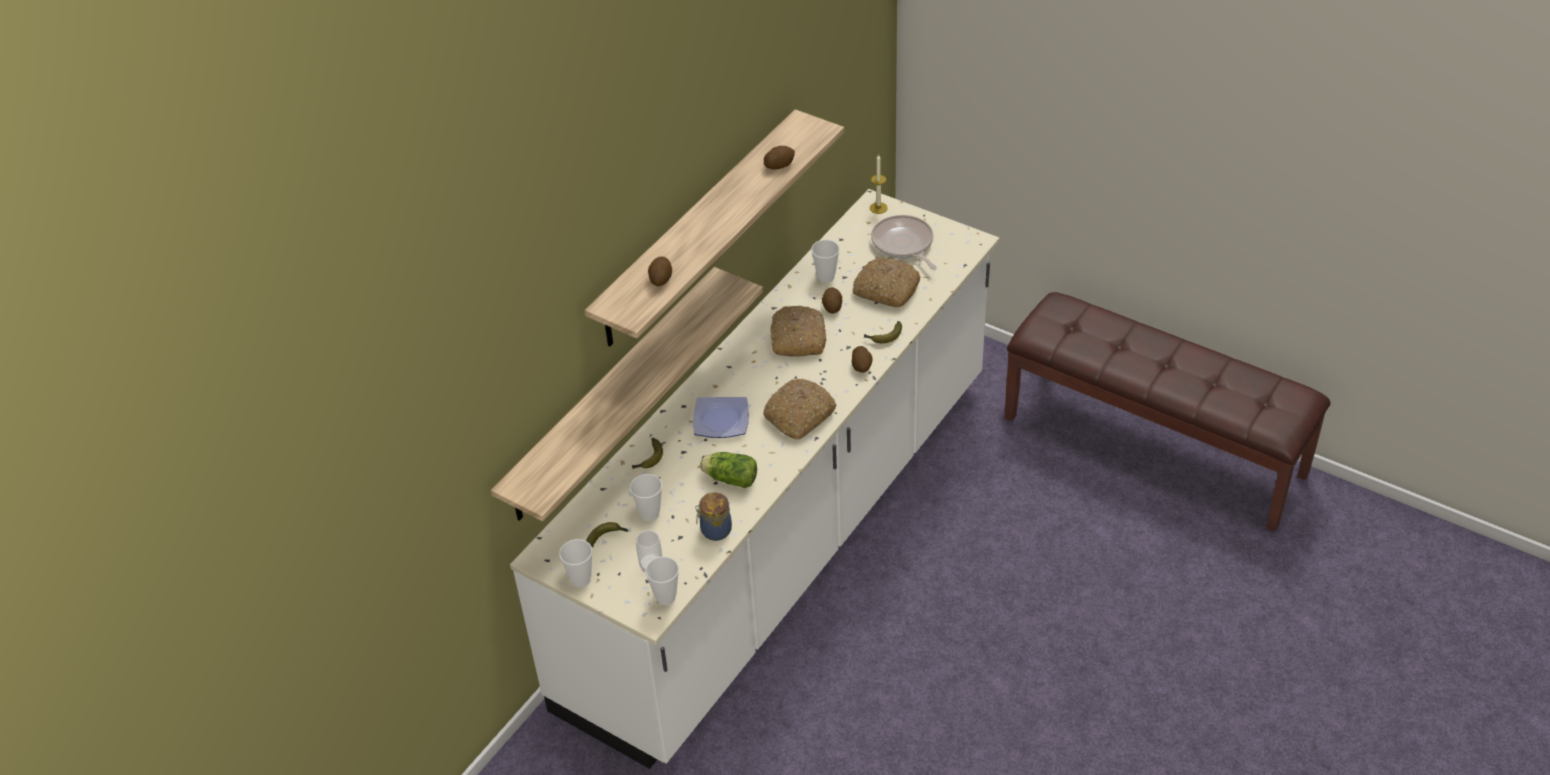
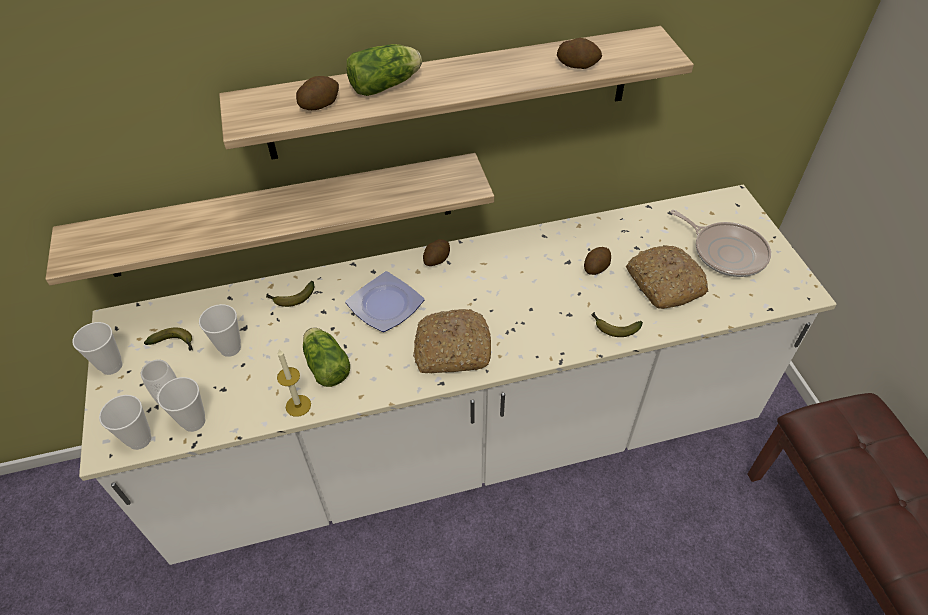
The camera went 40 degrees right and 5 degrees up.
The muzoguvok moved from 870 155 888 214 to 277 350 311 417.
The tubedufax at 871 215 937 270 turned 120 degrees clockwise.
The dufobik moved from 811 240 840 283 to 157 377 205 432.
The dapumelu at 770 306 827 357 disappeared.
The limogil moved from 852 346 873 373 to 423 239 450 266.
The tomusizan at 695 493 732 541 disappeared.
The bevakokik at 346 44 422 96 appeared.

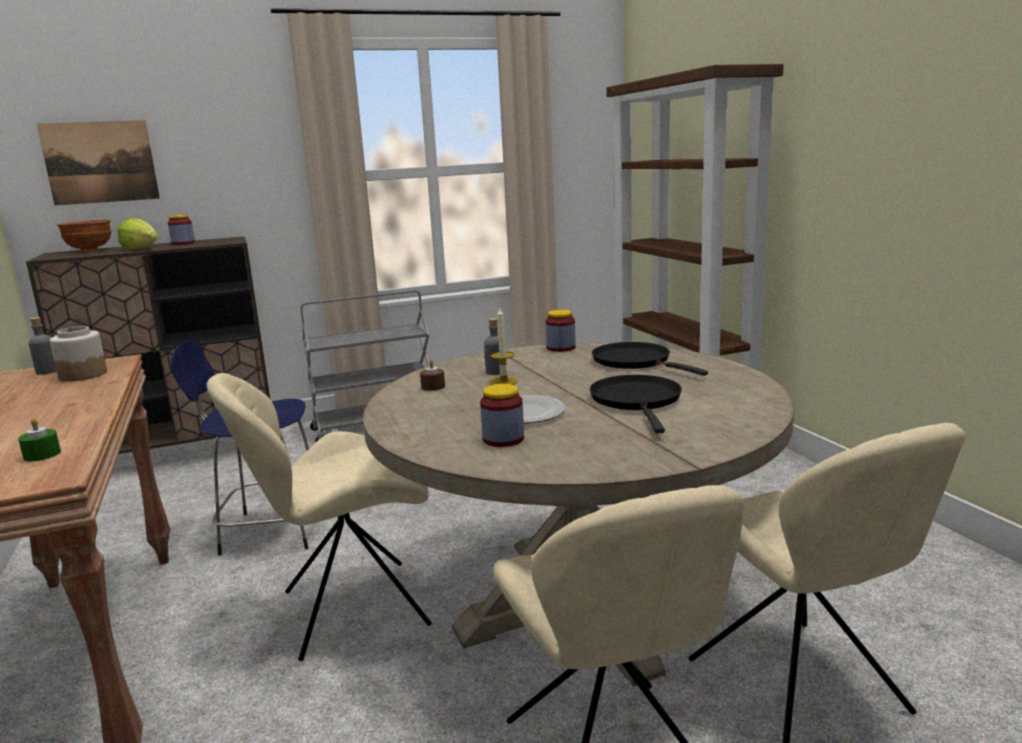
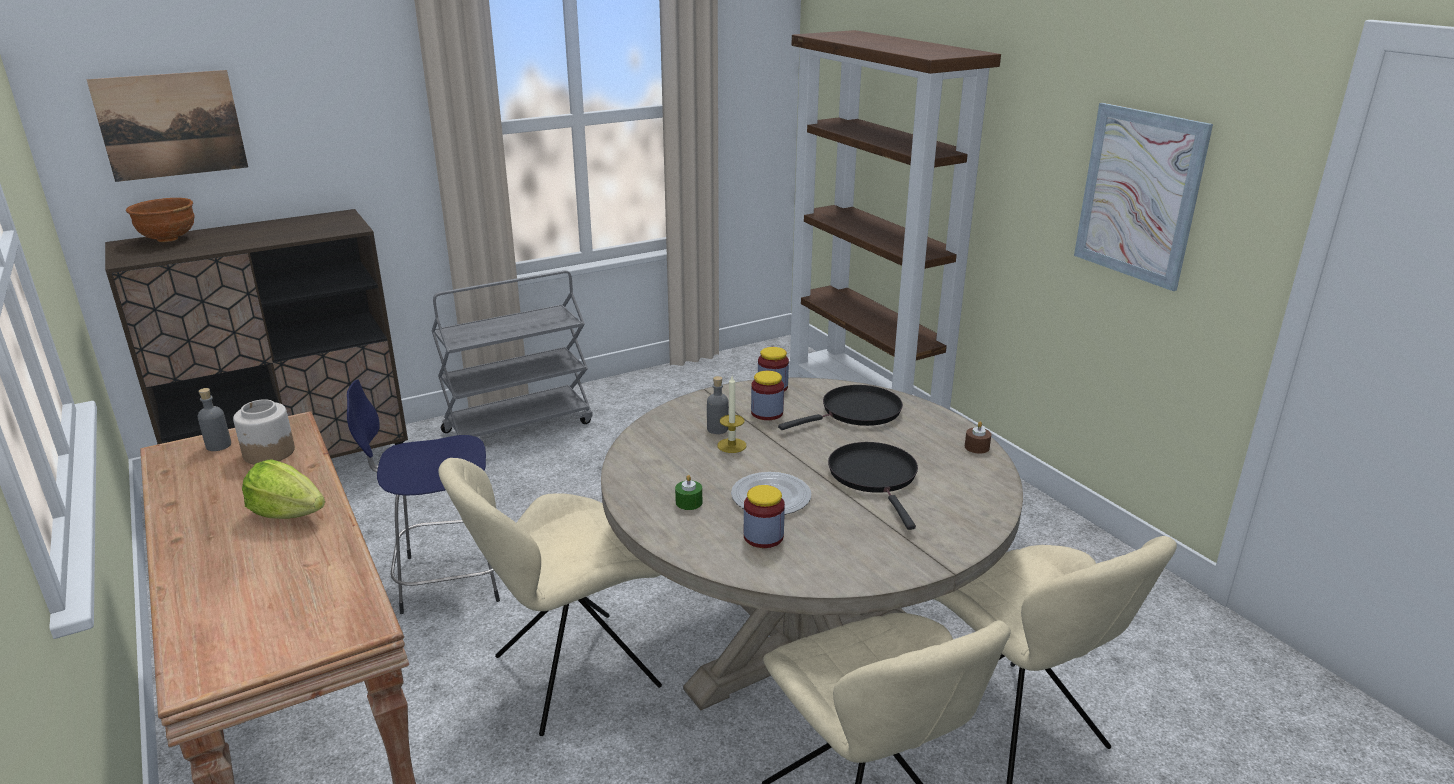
The camera went 10 degrees left and 10 degrees up.
The tomusizan moved from 168 215 195 245 to 751 371 784 420.
The bevakokik moved from 117 218 158 250 to 242 459 325 519.
The tubedufax (black) at 592 342 708 376 turned 105 degrees clockwise.
The muzoguvok (brown) moved from 420 359 445 391 to 965 421 991 454.
The muzoguvok (green) moved from 18 418 61 461 to 675 475 702 510.
The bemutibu at 1074 103 1213 291 appeared.

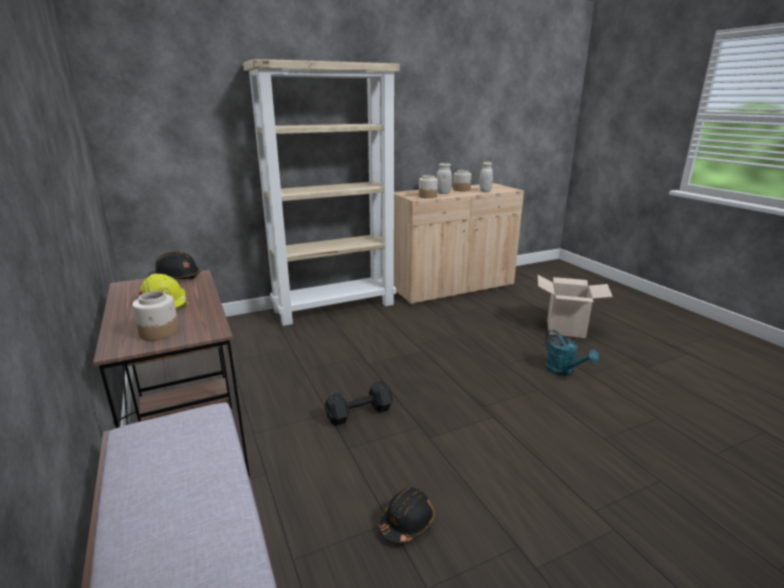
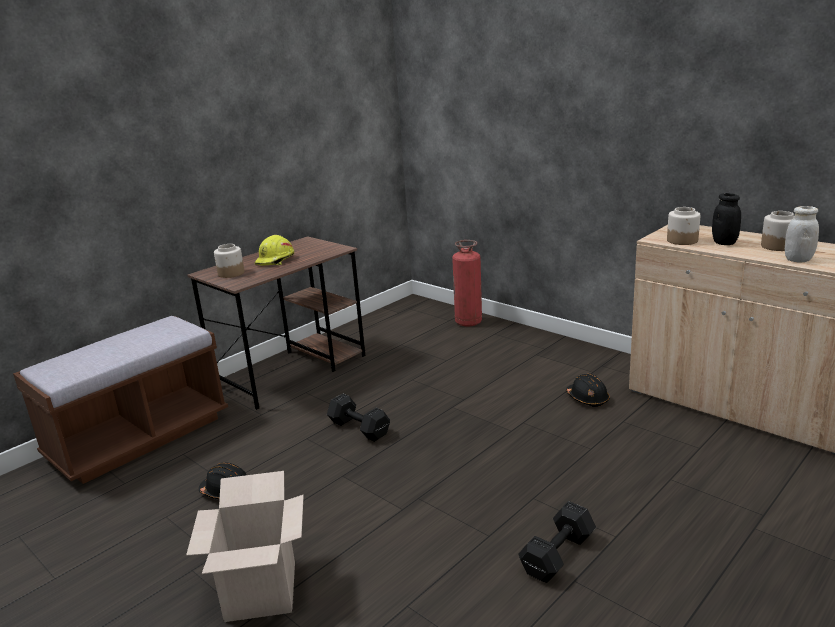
The camera went 70 degrees right and 0 degrees up.
The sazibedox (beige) at 243 59 400 326 disappeared.
The tomusizan (white) at 436 163 452 194 became the tomusizan (black) at 712 193 741 245.
The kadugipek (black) moved from 147 251 200 280 to 566 374 610 407.
The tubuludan moved from 538 275 613 338 to 186 471 304 622.
The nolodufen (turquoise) at 545 330 599 376 was replaced by the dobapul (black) at 518 501 596 583.
The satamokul at 452 240 482 327 appeared.

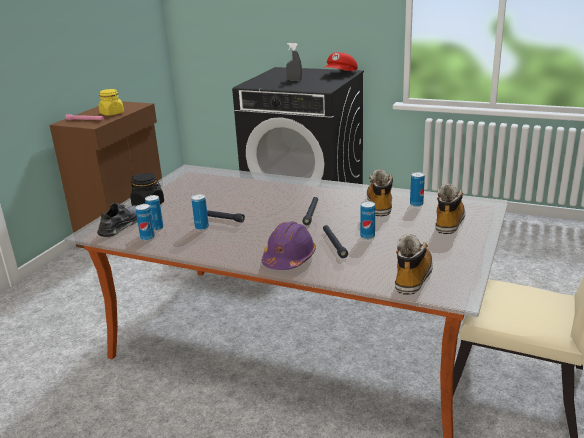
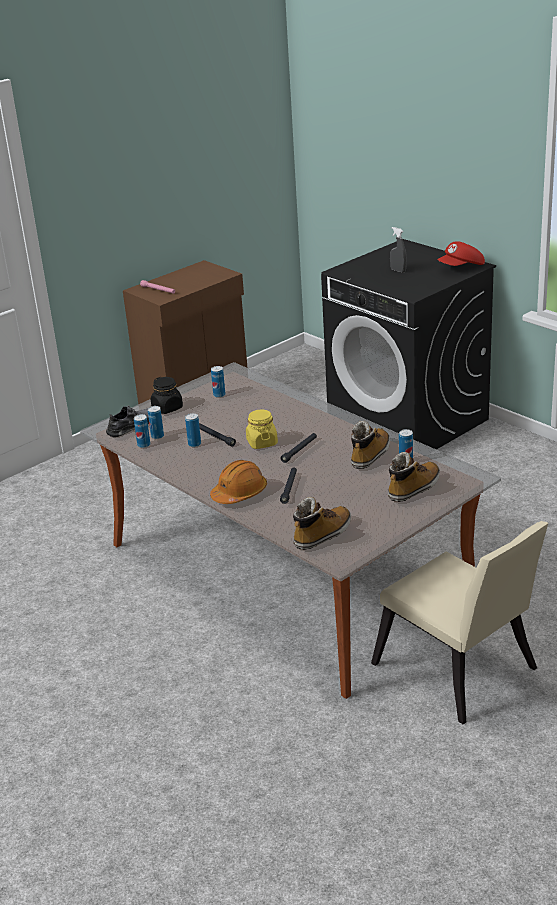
The camera went 25 degrees right and 5 degrees up.
The tomusizan (yellow) moved from 99 89 124 116 to 246 410 278 449.
The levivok moved from 360 201 375 239 to 211 366 225 398.
The kadugipek (purple) at 261 221 316 270 became the kadugipek (orange) at 210 460 267 504.

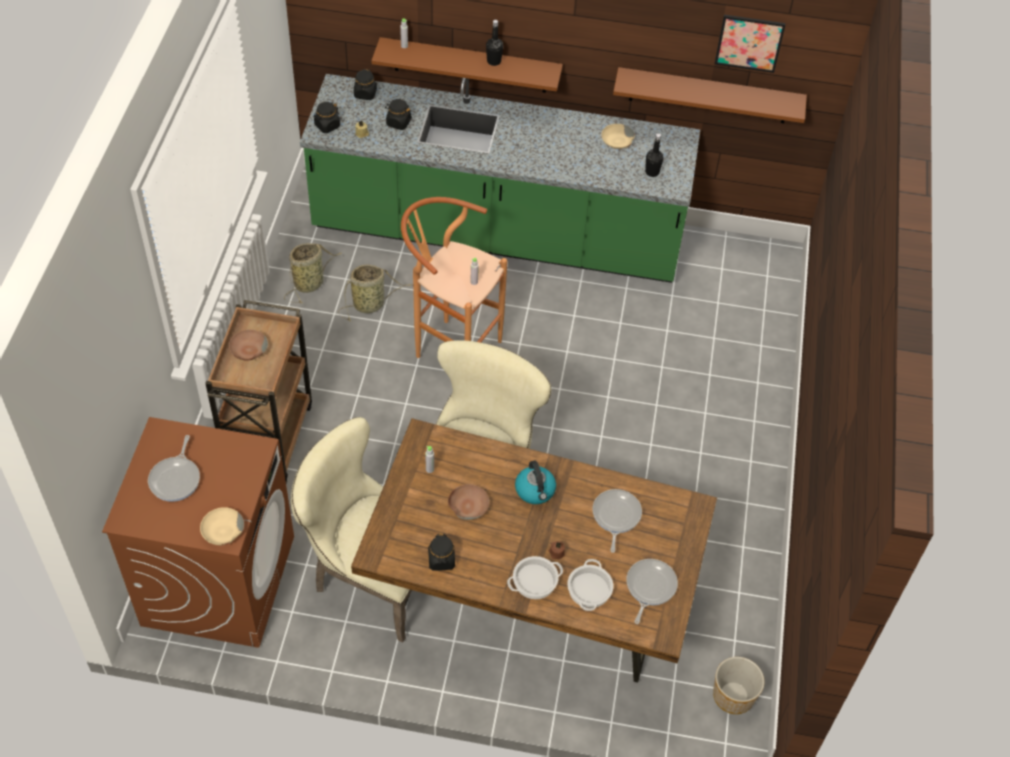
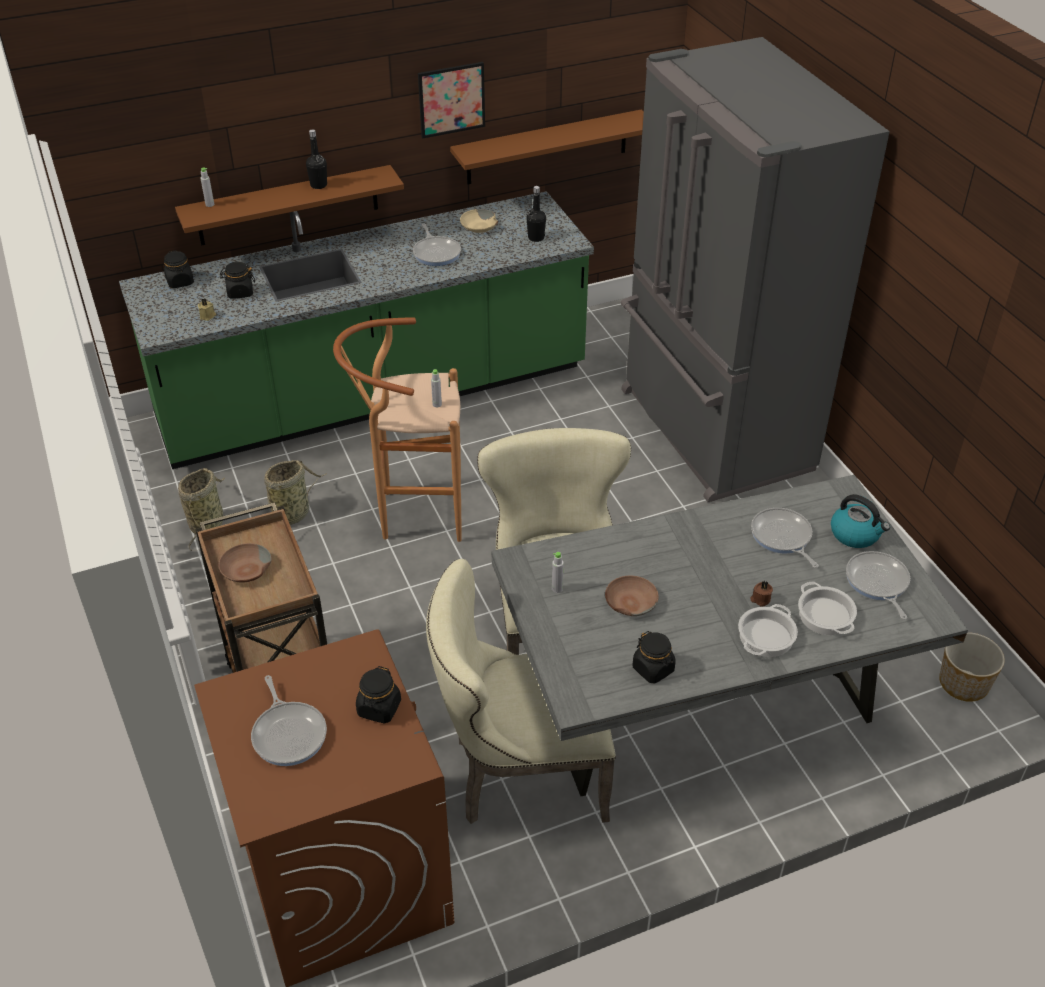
The camera went 30 degrees left and 10 degrees down.
The bemutibu moved from 715 15 786 73 to 418 62 485 138.
The tomusizan (black) moved from 313 102 340 133 to 356 666 401 723.
The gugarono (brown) at 351 418 717 682 became the gugarono (grey) at 491 475 968 796.
The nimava moved from 515 460 556 504 to 831 494 890 548.
The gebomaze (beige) at 200 507 244 545 disappeared.
The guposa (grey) at 621 37 890 502 appeared.
The tubedufax at 413 223 461 266 appeared.

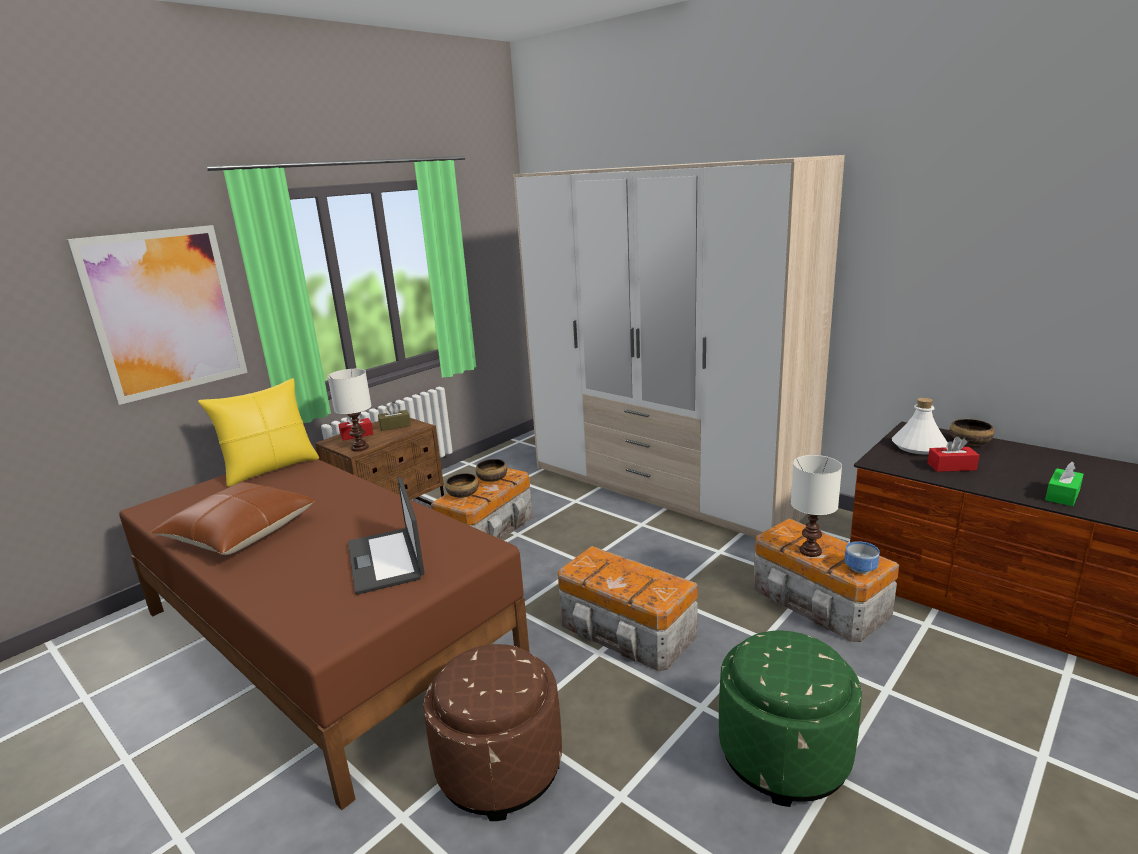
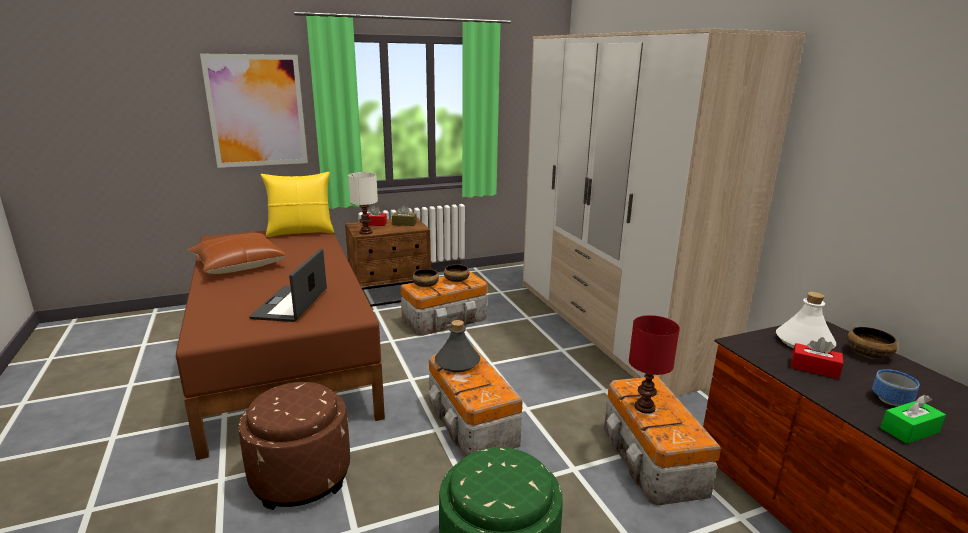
The camera went 25 degrees right and 0 degrees up.
The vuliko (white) at 791 455 842 557 became the vuliko (red) at 629 315 680 414.
The gebomaze moved from 844 541 879 573 to 872 369 919 406.
The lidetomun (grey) at 435 320 480 372 appeared.

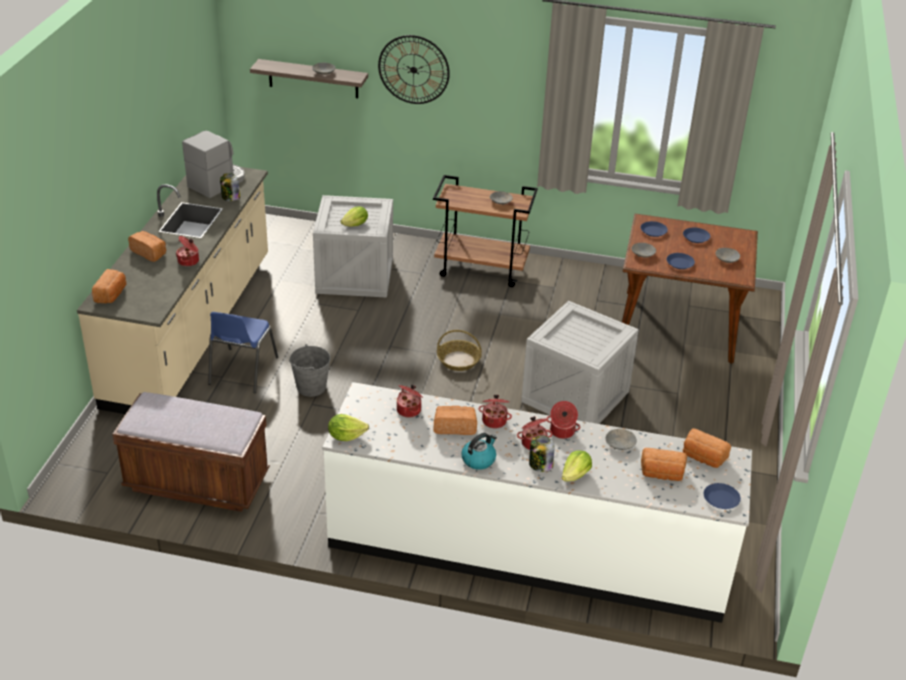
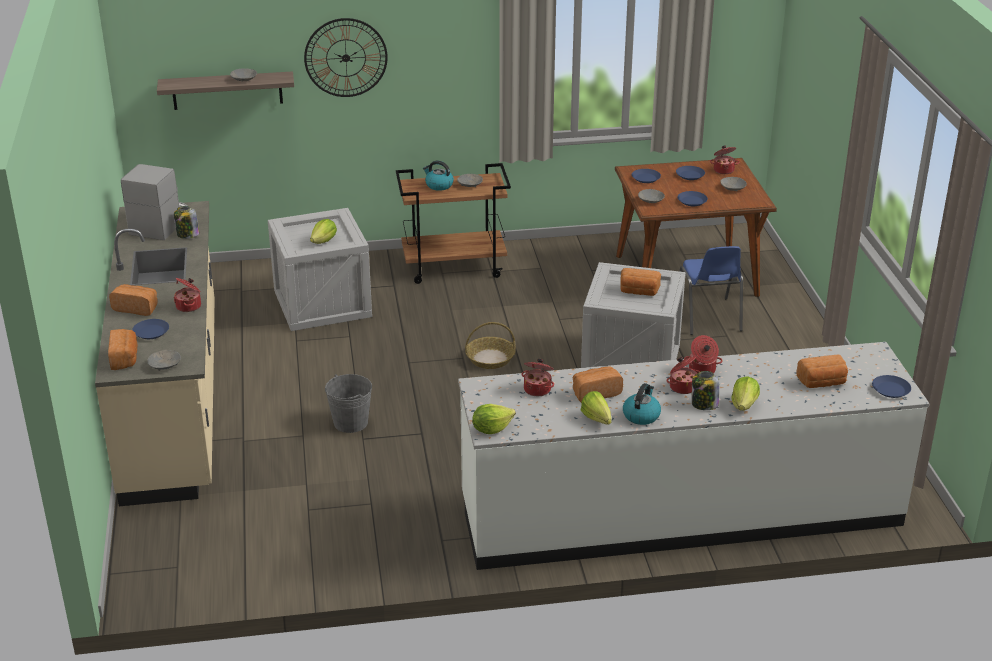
The camera went 20 degrees left and 5 degrees down.
The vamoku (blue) moved from 208 312 278 393 to 679 246 743 335.
The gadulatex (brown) at 112 392 270 512 disappeared.
The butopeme moved from 479 395 512 428 to 710 145 740 174.
The dapumelu moved from 683 428 731 468 to 620 268 661 296.
The gebomaze (grey) moved from 606 429 637 450 to 147 350 181 371.
The nimava at 423 160 454 191 appeared.
The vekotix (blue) at 132 319 169 339 appeared.
The bevakokik at 581 391 612 425 appeared.

